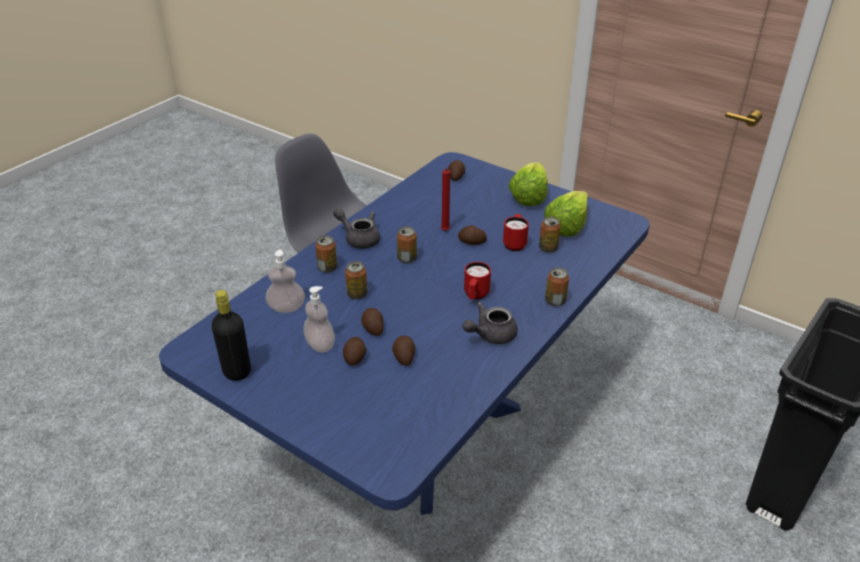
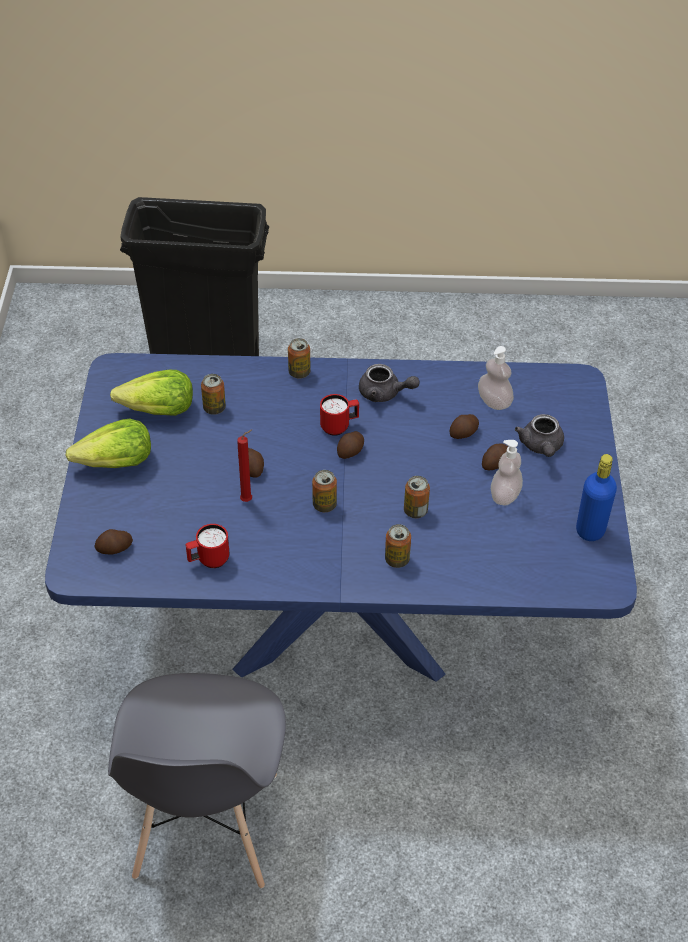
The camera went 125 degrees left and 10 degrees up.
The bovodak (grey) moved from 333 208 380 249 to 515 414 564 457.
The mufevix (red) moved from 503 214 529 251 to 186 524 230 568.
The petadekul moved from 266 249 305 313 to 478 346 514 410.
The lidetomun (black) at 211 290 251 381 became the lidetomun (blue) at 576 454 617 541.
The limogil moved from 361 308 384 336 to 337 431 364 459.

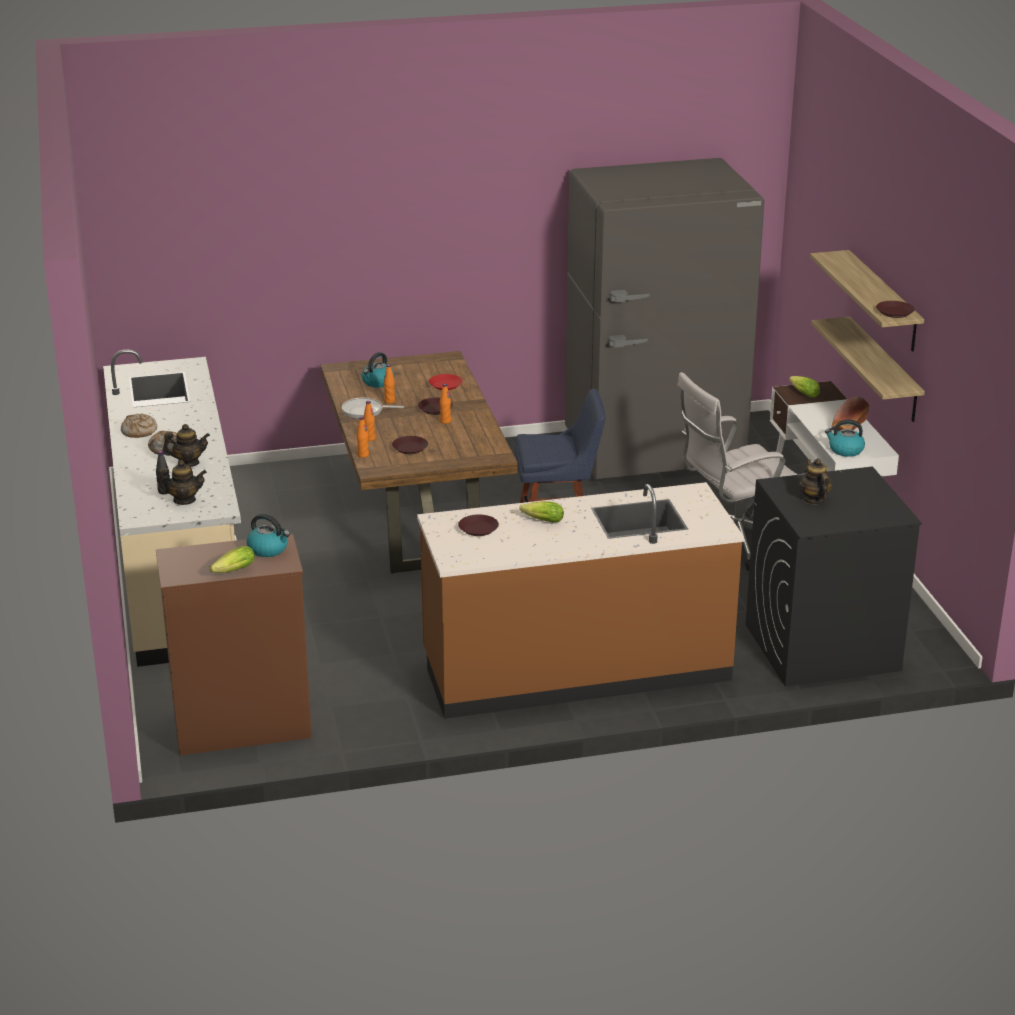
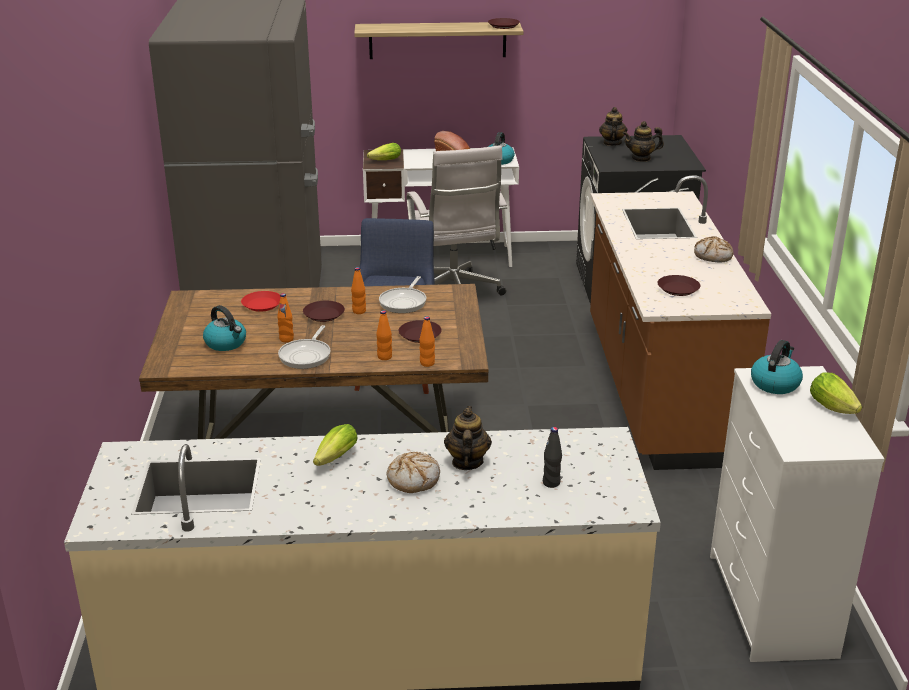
The camera went 80 degrees left and 0 degrees up.
The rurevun at 811 317 925 422 disappeared.
The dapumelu moved from 121 413 157 438 to 694 236 734 263.
The bovodak moved from 158 460 207 505 to 599 107 628 146.
The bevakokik moved from 519 501 564 523 to 313 424 358 466.
The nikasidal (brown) at 156 534 312 755 became the nikasidal (white) at 710 366 885 662.
The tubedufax at 379 276 426 313 appeared.

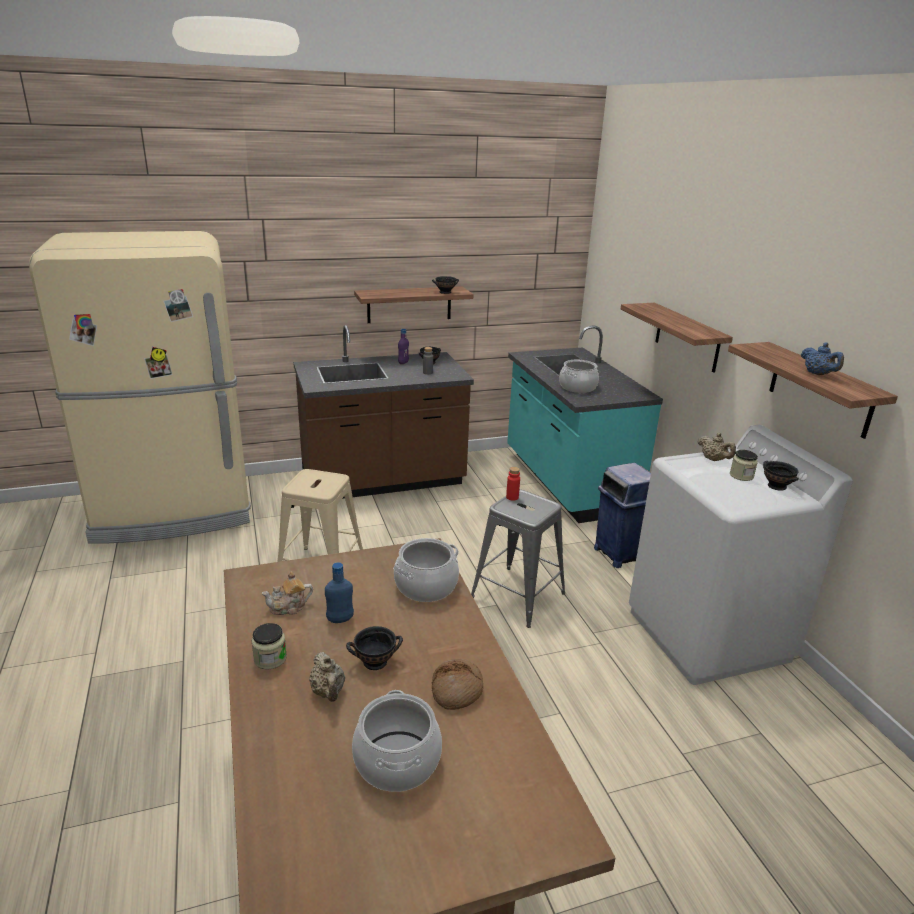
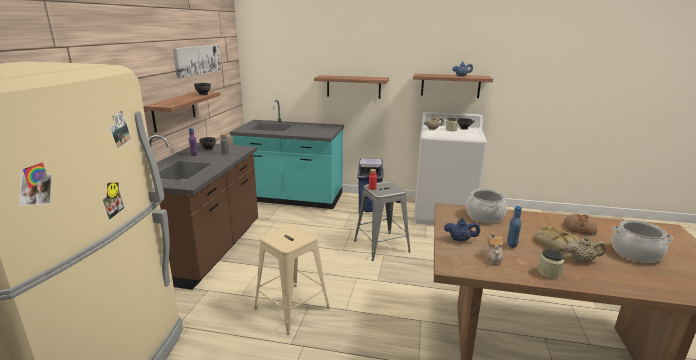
The camera went 60 degrees left and 5 degrees down.
The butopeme at 559 360 599 393 disappeared.
The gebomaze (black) at 346 626 403 670 was replaced by the dapumelu at 533 226 580 252.
The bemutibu at 173 45 221 78 appeared.
The bovodak (blue) at 444 218 480 242 appeared.

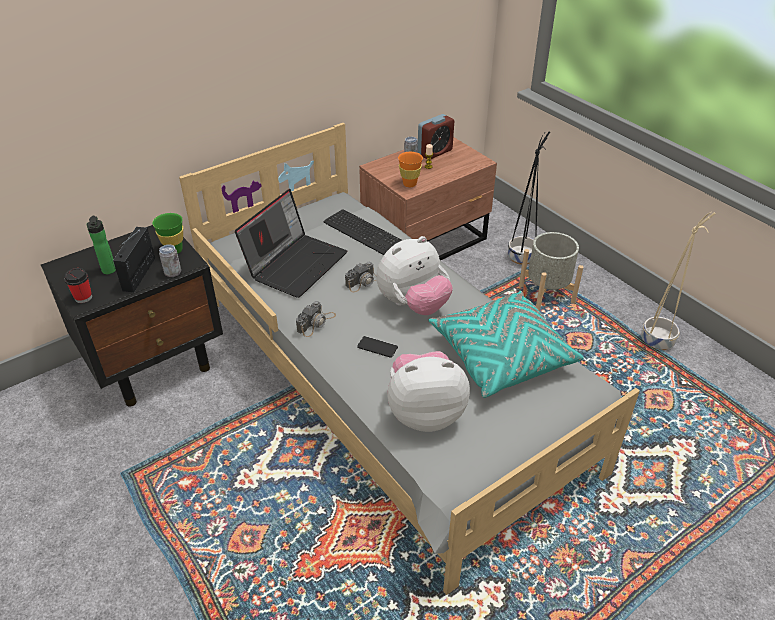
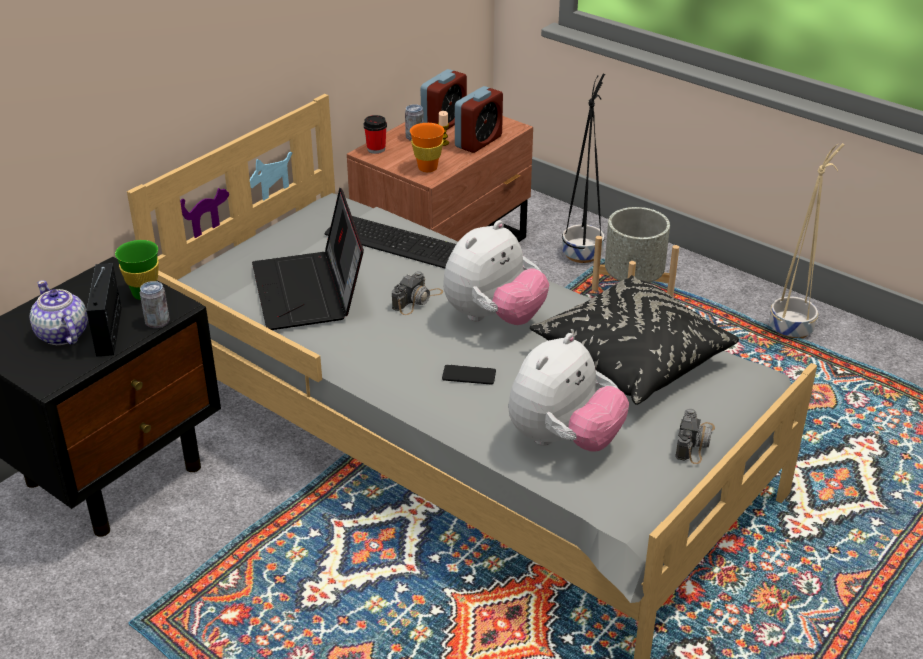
The camera went 15 degrees left and 5 degrees down.
The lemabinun at 235 189 347 298 turned 150 degrees clockwise.
The lidetomun at 86 216 116 274 was replaced by the bovodak at 30 280 88 345.
The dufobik moved from 65 268 92 303 to 363 115 387 154.
The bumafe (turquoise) at 429 291 584 398 became the bumafe (black) at 530 275 739 405.
The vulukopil moved from 296 301 336 337 to 675 409 715 464.
The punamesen at 388 351 470 432 turned 150 degrees clockwise.
The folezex at 455 86 503 153 appeared.

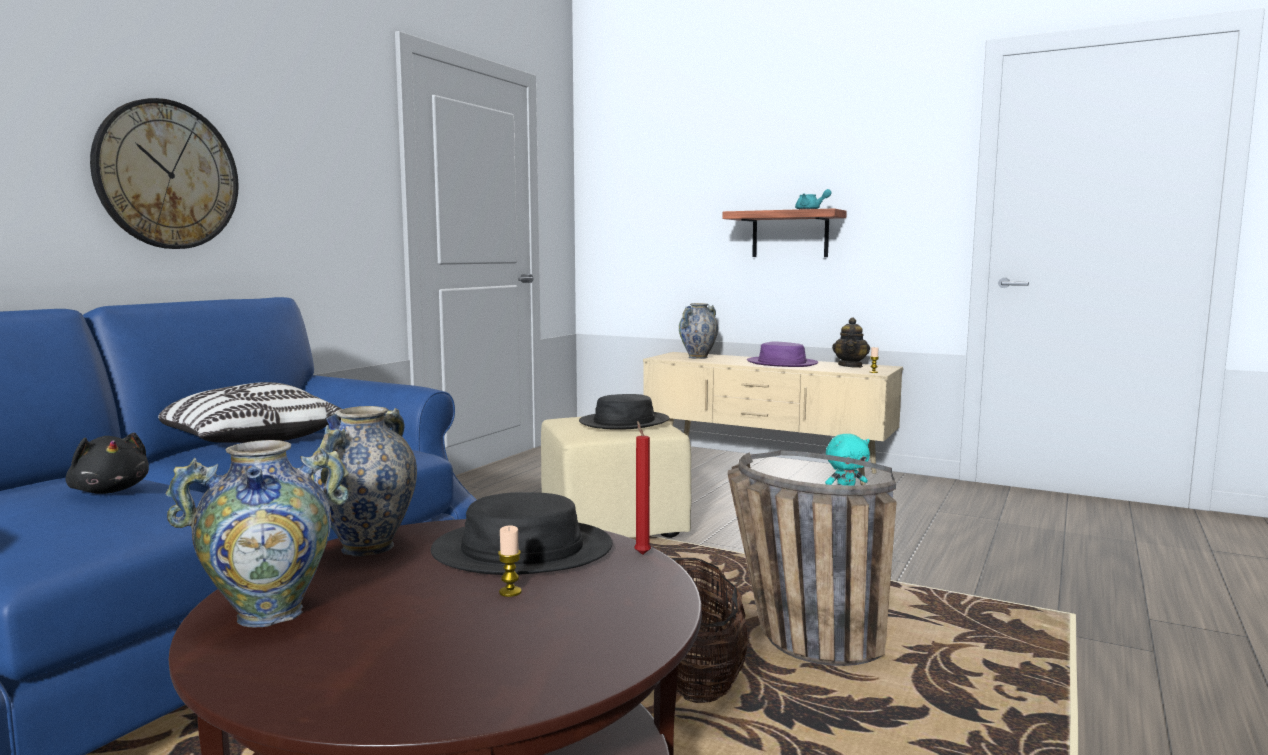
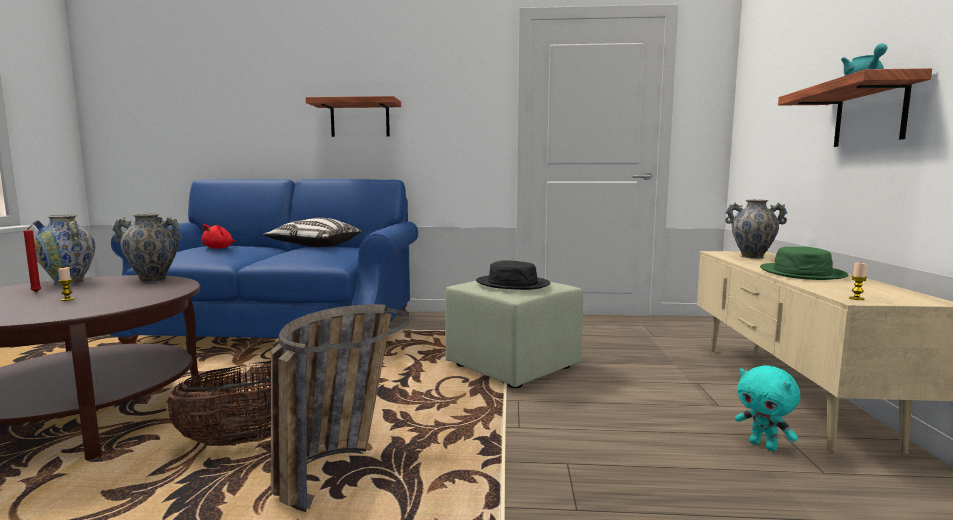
The camera went 65 degrees right and 0 degrees up.
The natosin at 90 98 239 249 was replaced by the rurevun at 306 96 401 137.
The bovodak at 832 317 870 368 disappeared.
The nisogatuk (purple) at 747 341 818 367 became the nisogatuk (green) at 760 247 848 280.
The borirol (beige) at 541 417 691 538 became the borirol (green) at 445 281 583 388.
The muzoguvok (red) moved from 635 421 651 555 to 24 223 41 292.
The punamesen (black) at 65 432 149 494 became the punamesen (red) at 202 224 236 249.
The nisogatuk (black) at 431 492 613 575 disappeared.

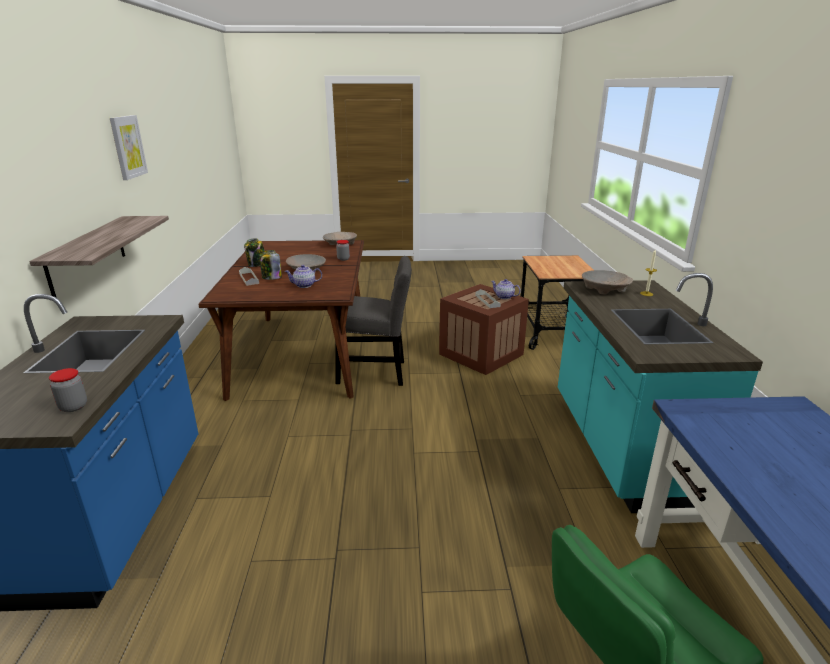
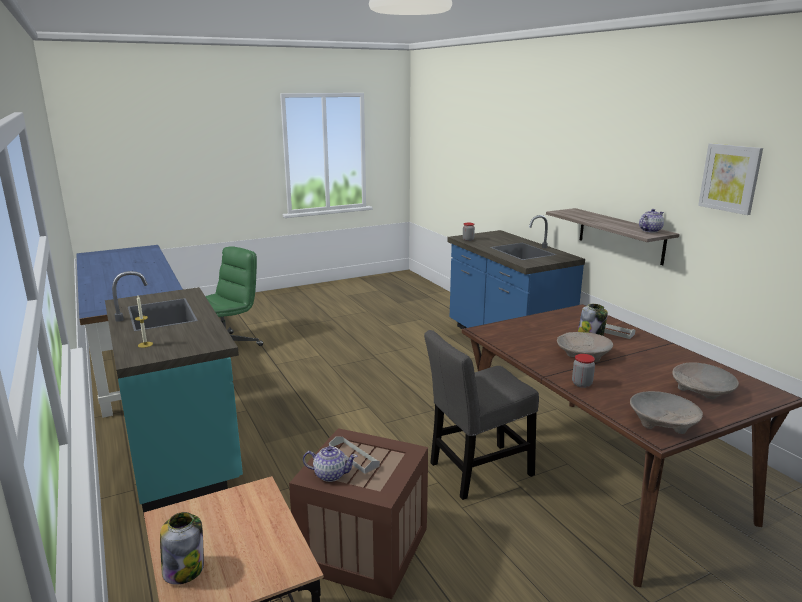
The camera went 155 degrees right and 5 degrees down.
The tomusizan moved from 244 238 264 267 to 160 512 204 585.
The bovodak moved from 285 265 322 288 to 639 209 664 233.
The gebomaze (beige) moved from 582 270 633 295 to 672 362 739 399.

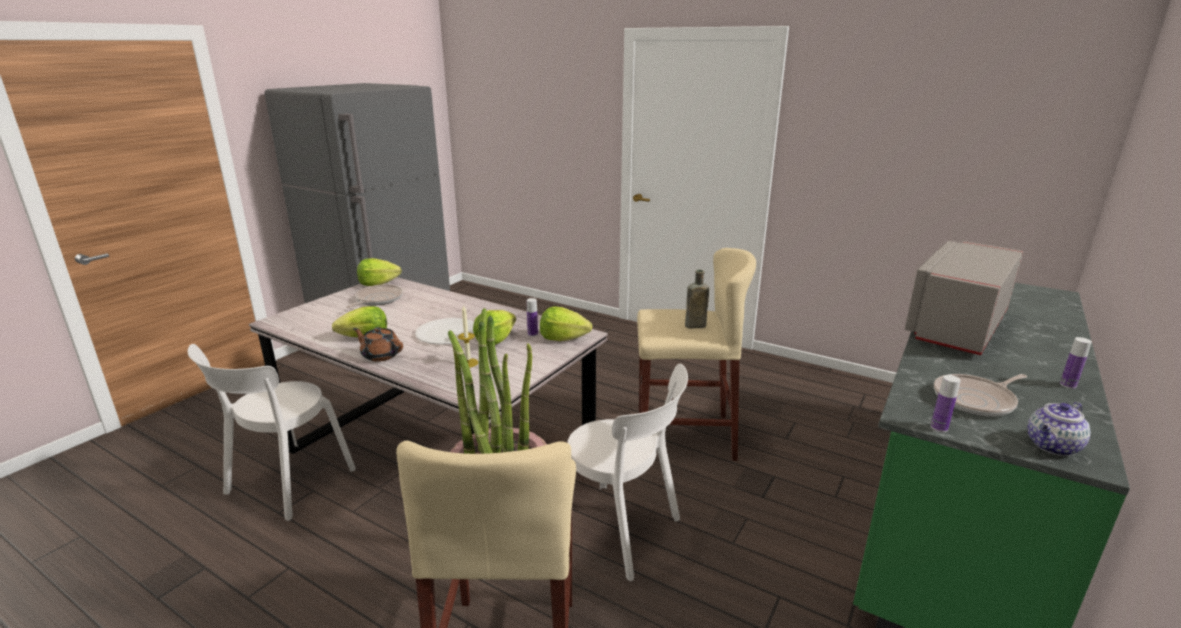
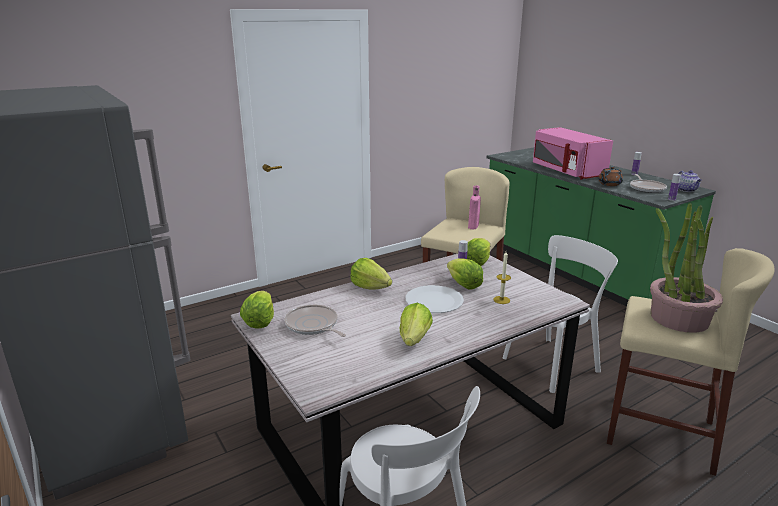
The camera went 65 degrees left and 0 degrees up.
The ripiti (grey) at 905 241 1024 355 became the ripiti (pink) at 533 127 613 179.
The lidetomun (brown) at 685 270 709 328 became the lidetomun (pink) at 468 185 481 230.
The bovodak (brown) moved from 353 327 403 362 to 598 166 623 186.
The bevakokik at 350 258 392 290 appeared.

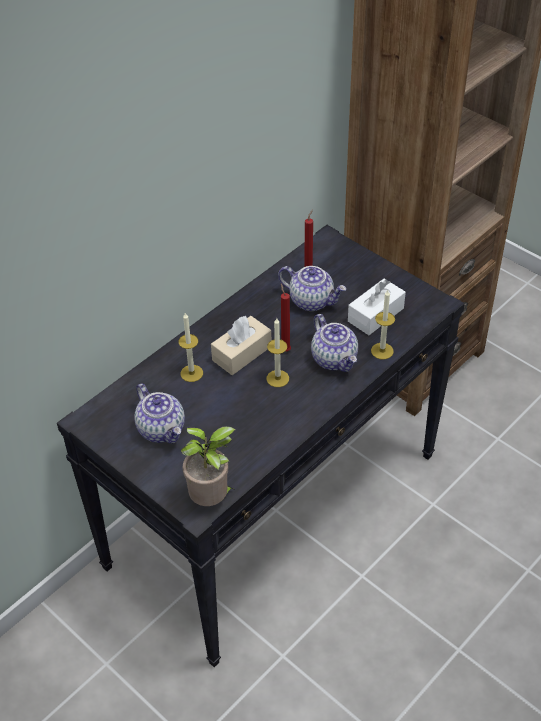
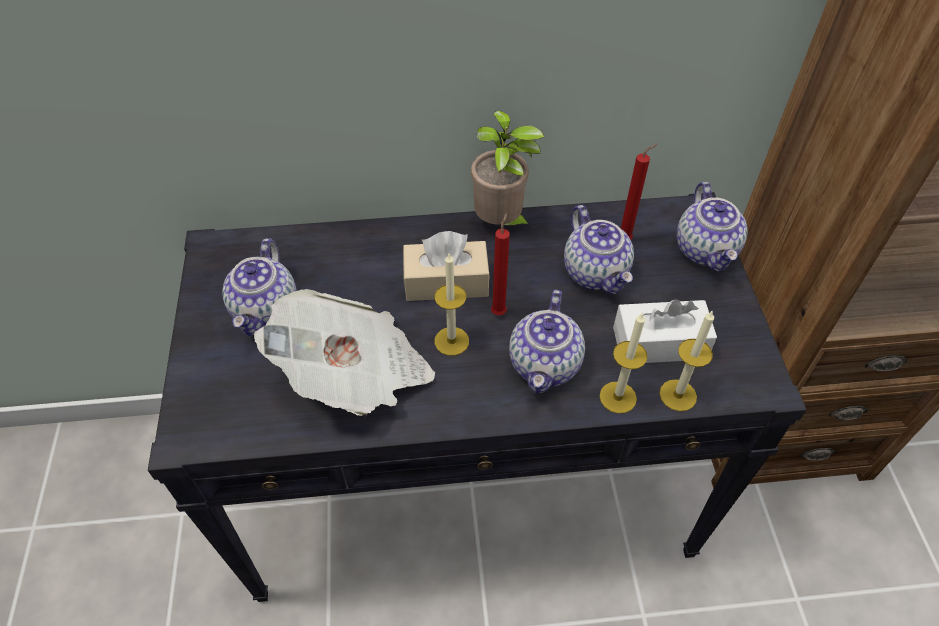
The camera went 40 degrees right and 5 degrees up.
The muzoguvok moved from 178 313 203 382 to 660 310 714 411.
The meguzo moved from 181 426 235 506 to 471 110 545 230.
The bovodak at 676 182 747 272 appeared.
The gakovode at 254 289 435 416 appeared.

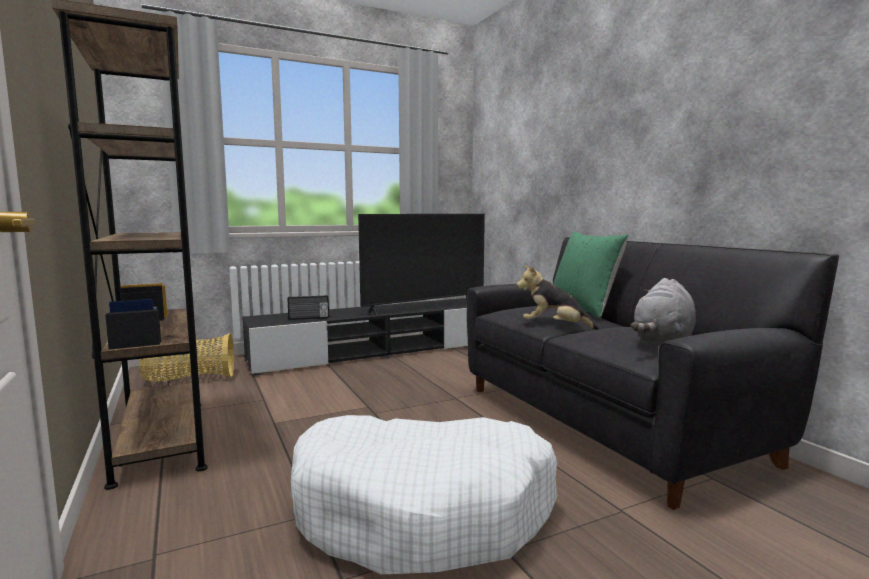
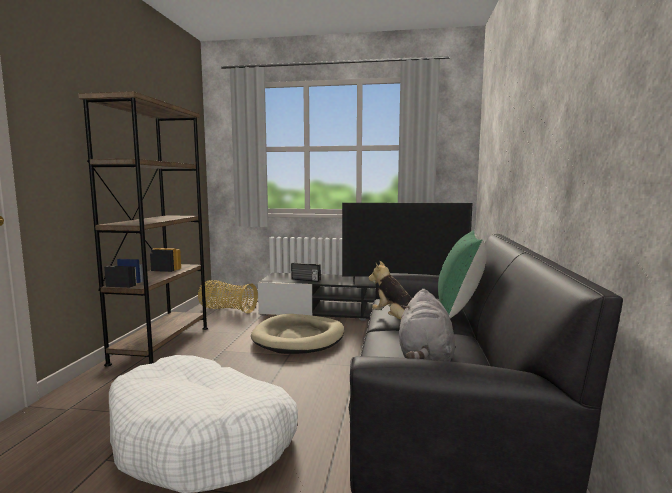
The camera went 35 degrees right and 0 degrees up.
The punamesen (grey) at 631 278 696 345 turned 60 degrees counterclockwise.
The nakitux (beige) at 251 314 344 354 appeared.

